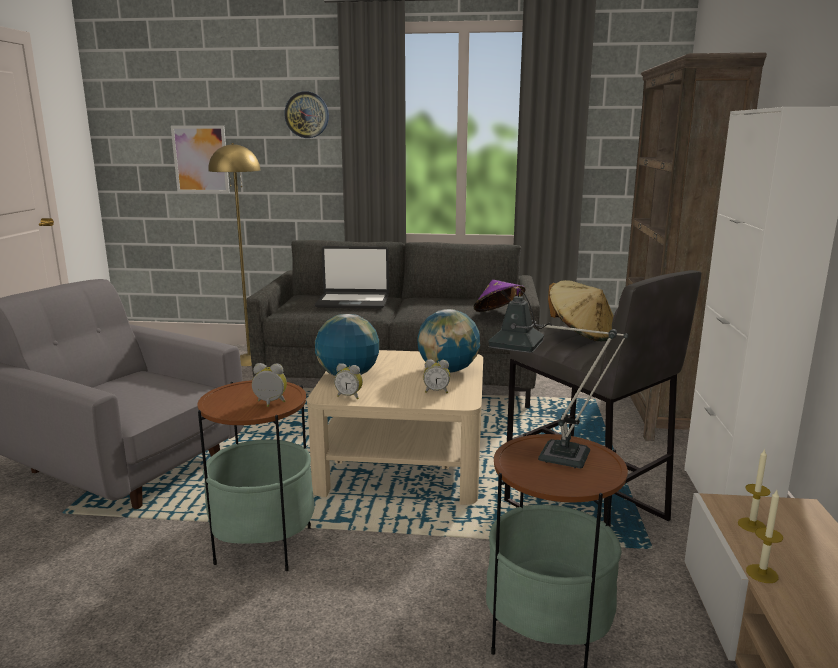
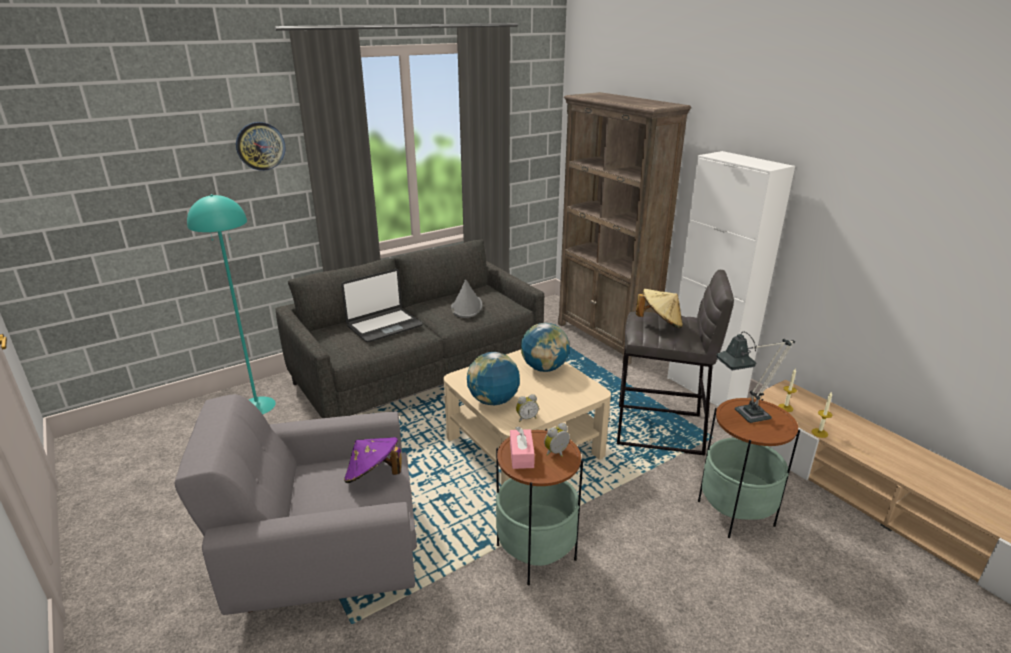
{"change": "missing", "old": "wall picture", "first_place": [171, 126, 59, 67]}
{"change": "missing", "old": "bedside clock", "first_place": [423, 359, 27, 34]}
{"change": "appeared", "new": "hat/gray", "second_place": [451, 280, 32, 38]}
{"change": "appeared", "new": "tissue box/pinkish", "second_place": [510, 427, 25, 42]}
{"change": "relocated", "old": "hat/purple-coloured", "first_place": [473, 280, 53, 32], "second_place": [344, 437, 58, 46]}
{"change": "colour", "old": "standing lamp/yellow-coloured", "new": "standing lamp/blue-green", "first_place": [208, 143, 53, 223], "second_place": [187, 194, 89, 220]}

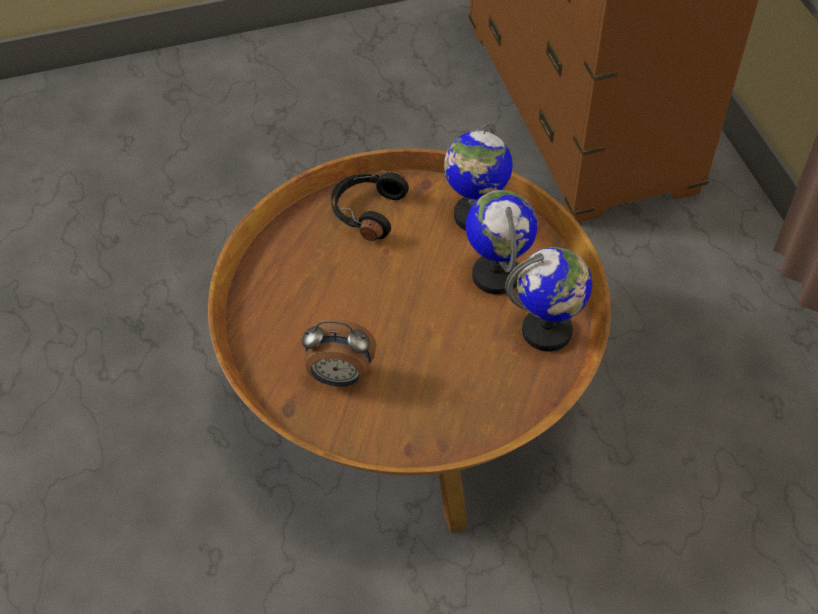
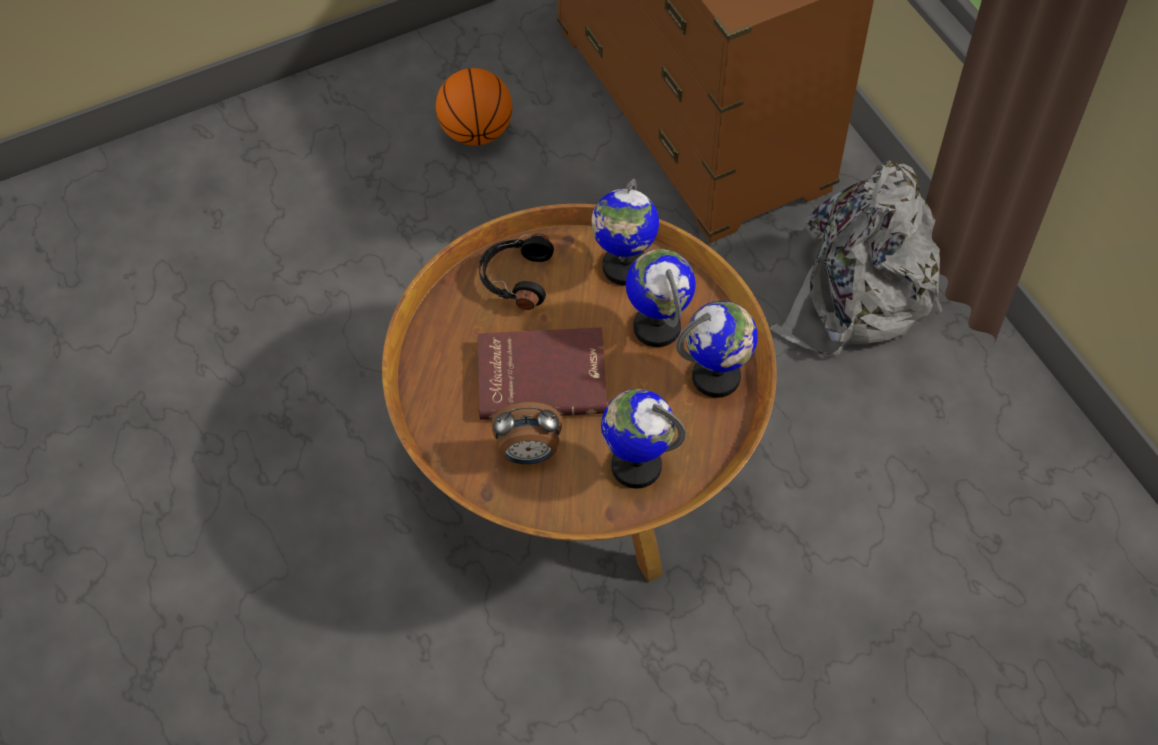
{"change": "appeared", "new": "basketball", "second_place": [436, 68, 76, 78]}
{"change": "appeared", "new": "book/red", "second_place": [478, 327, 129, 93]}
{"change": "appeared", "new": "desk globe", "second_place": [601, 389, 85, 100]}
{"change": "appeared", "new": "rucksack/gray", "second_place": [770, 160, 172, 198]}

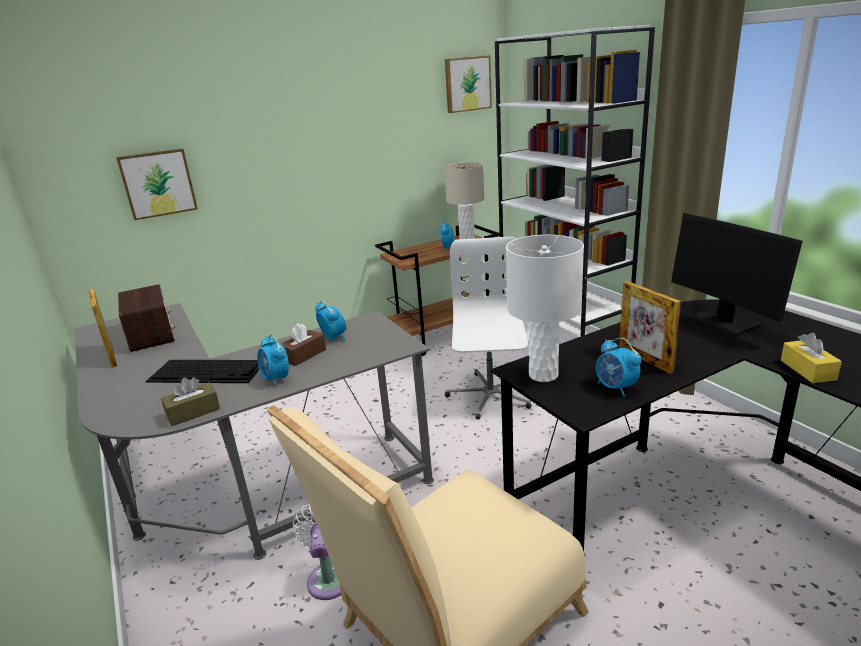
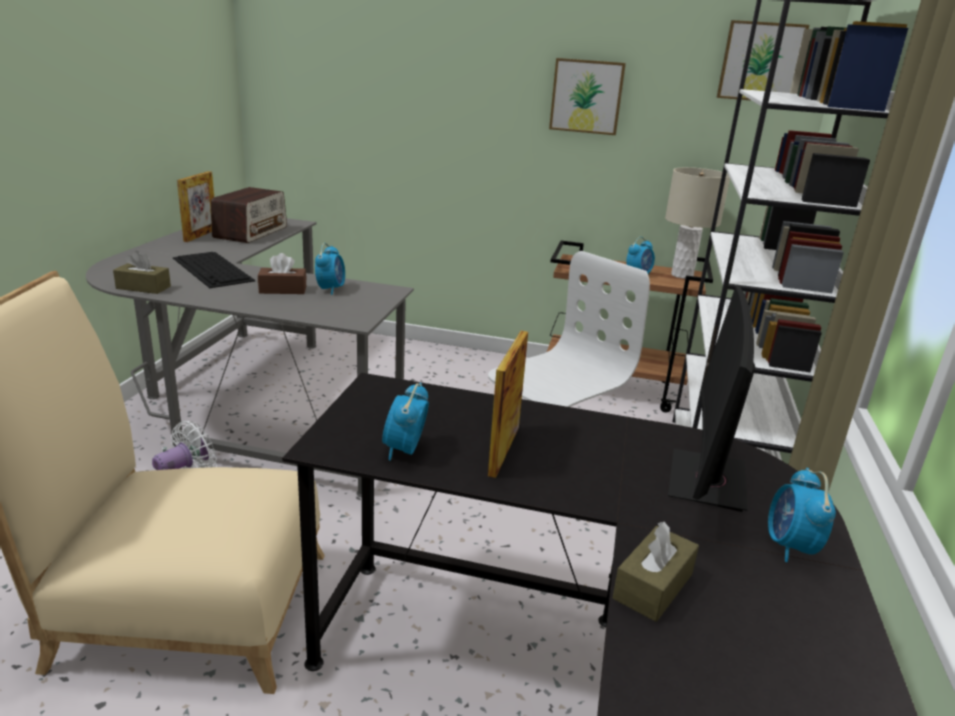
{"change": "missing", "old": "table lamp/white-coloured", "first_place": [506, 235, 78, 147]}
{"change": "relocated", "old": "wall picture", "first_place": [116, 149, 82, 71], "second_place": [549, 58, 77, 77]}
{"change": "relocated", "old": "bedside clock", "first_place": [257, 334, 32, 52], "second_place": [768, 468, 68, 94]}
{"change": "colour", "old": "tissue box/yellow-coloured", "new": "tissue box/brown-coloured", "first_place": [781, 333, 61, 50], "second_place": [613, 522, 86, 100]}

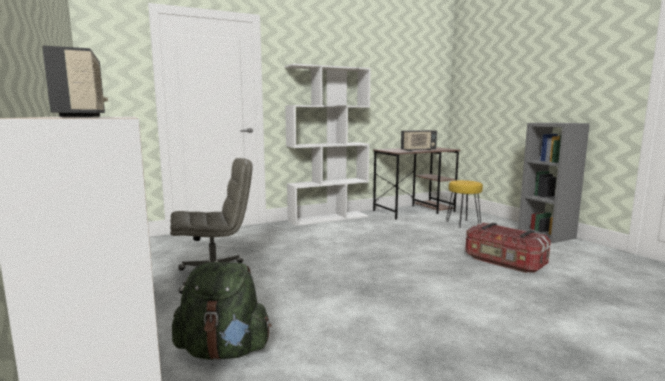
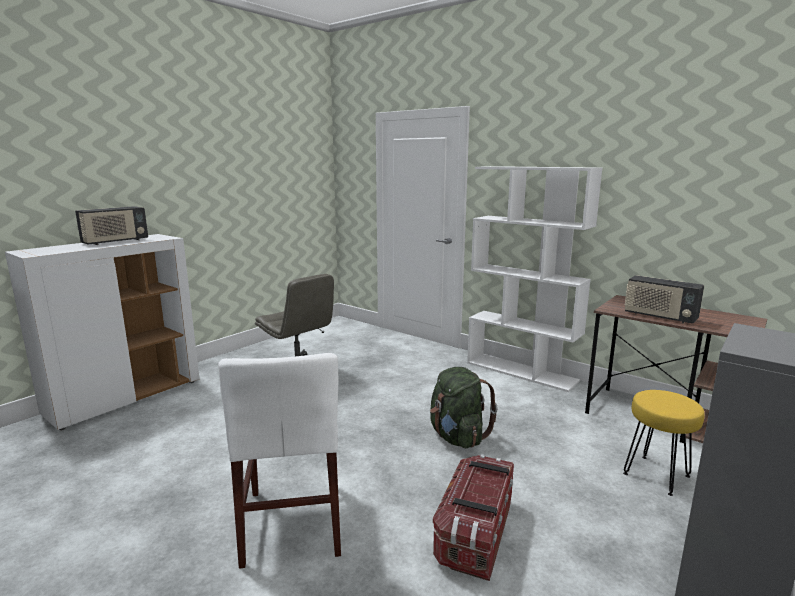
{"change": "appeared", "new": "upright chair/white-coloured", "second_place": [218, 353, 123, 216]}
{"change": "relocated", "old": "rucksack/green", "first_place": [172, 262, 100, 98], "second_place": [430, 367, 68, 81]}

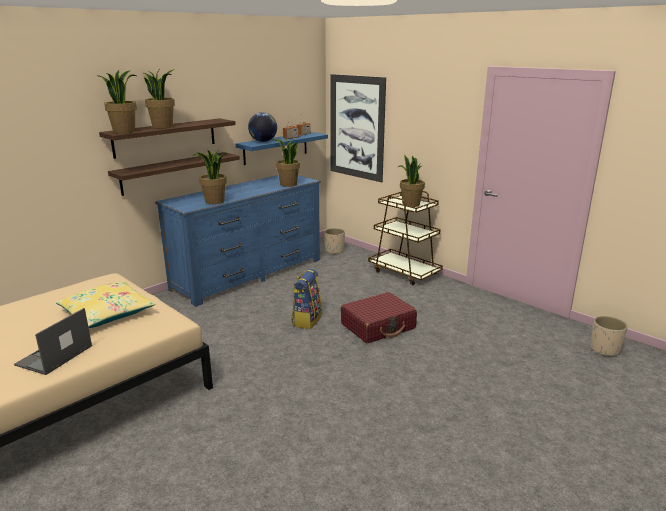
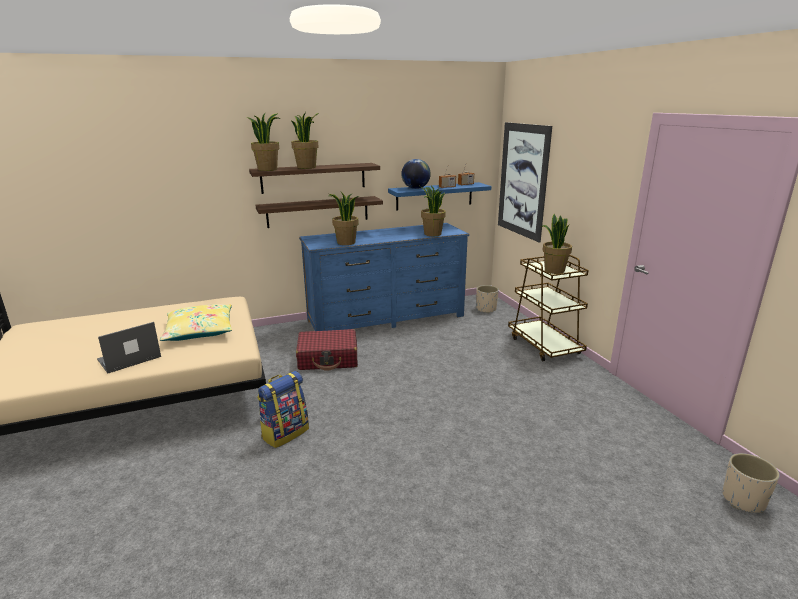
{"change": "relocated", "old": "rucksack", "first_place": [291, 269, 31, 60], "second_place": [257, 371, 52, 77]}
{"change": "relocated", "old": "piece of luggage/red", "first_place": [341, 292, 76, 51], "second_place": [296, 329, 62, 42]}

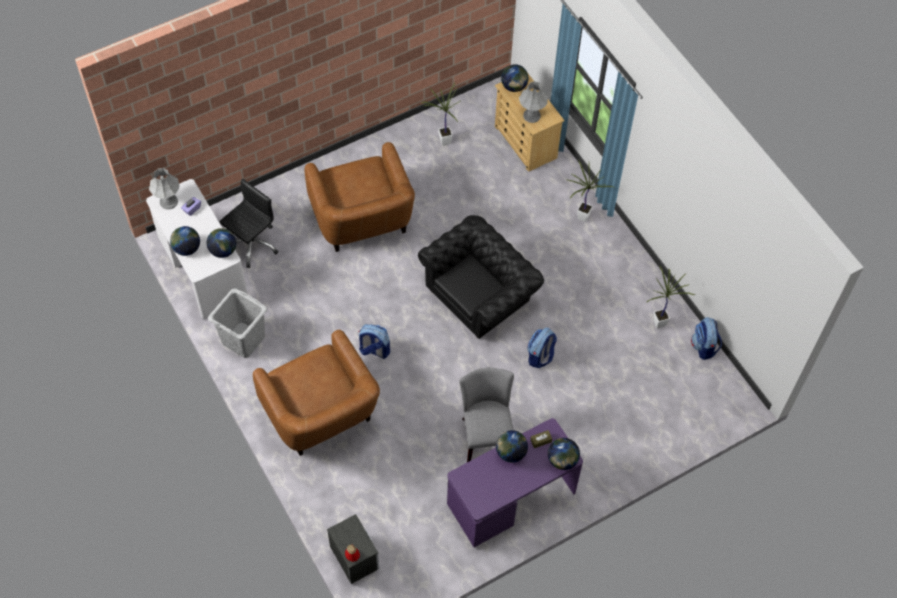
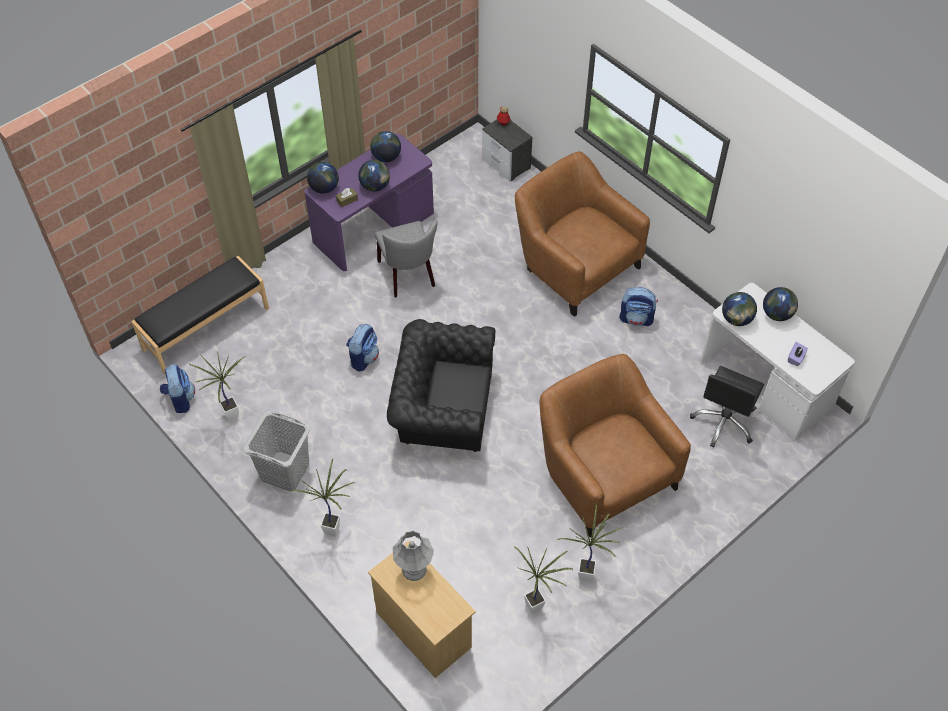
{"change": "missing", "old": "table lamp/gray", "first_place": [149, 168, 31, 41]}
{"change": "appeared", "new": "long seat/blackish", "second_place": [131, 256, 138, 120]}
{"change": "appeared", "new": "plant in a pot", "second_place": [557, 504, 66, 78]}
{"change": "relocated", "old": "laundry basket/gray", "first_place": [208, 288, 59, 70], "second_place": [243, 411, 68, 80]}
{"change": "relocated", "old": "rucksack", "first_place": [358, 324, 32, 35], "second_place": [619, 287, 39, 39]}
{"change": "relocated", "old": "desk globe", "first_place": [501, 64, 27, 28], "second_place": [370, 131, 31, 31]}
{"change": "spun", "old": "easy chair/blackish", "first_place": [418, 215, 126, 124], "second_place": [387, 319, 108, 133], "degrees": 60}

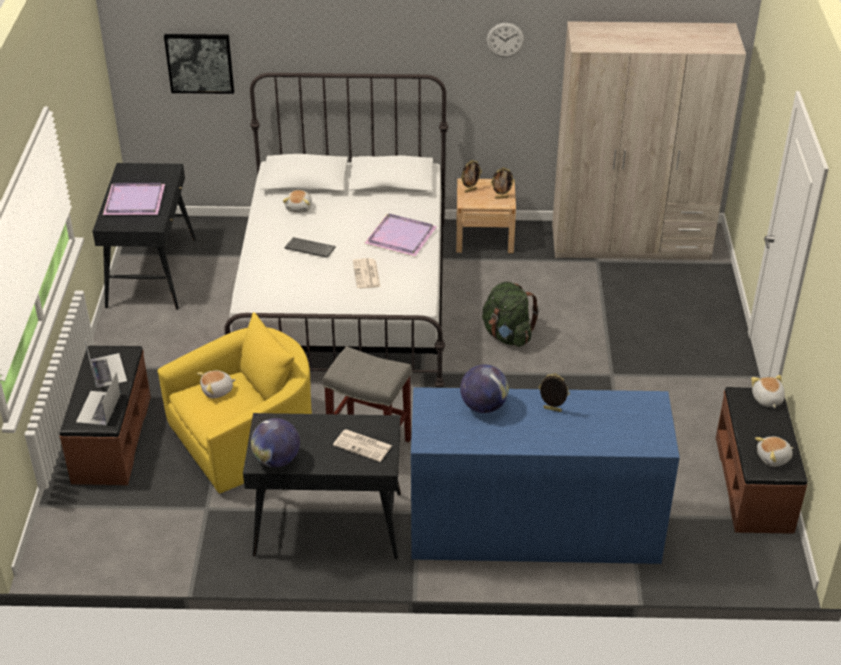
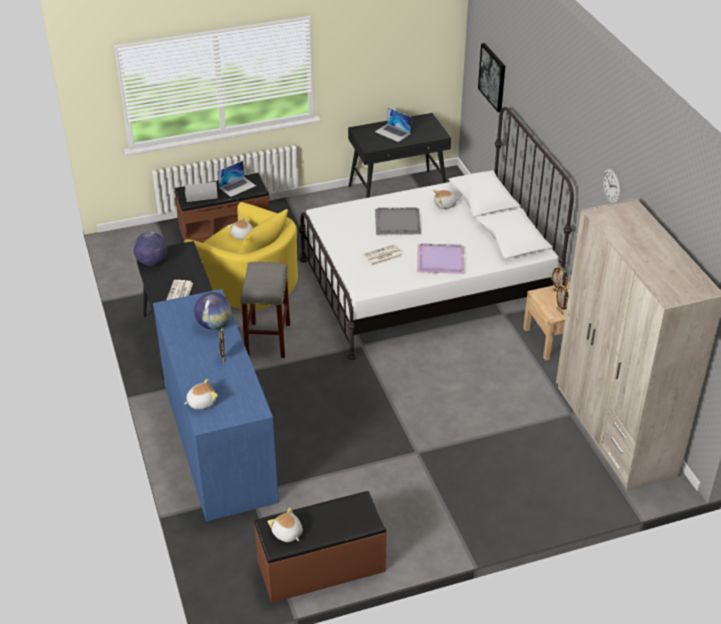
{"change": "missing", "old": "rucksack/green", "first_place": [482, 282, 57, 65]}
{"change": "relocated", "old": "cuddly toy", "first_place": [751, 375, 34, 33], "second_place": [184, 379, 34, 30]}
{"change": "exchanged", "old": "tray/purple-coloured", "new": "notebook computer", "first_place": [103, 183, 62, 32], "second_place": [375, 107, 36, 35]}
{"change": "exchanged", "old": "computer keyboard", "new": "tray/gray", "first_place": [284, 237, 52, 21], "second_place": [375, 208, 46, 27]}

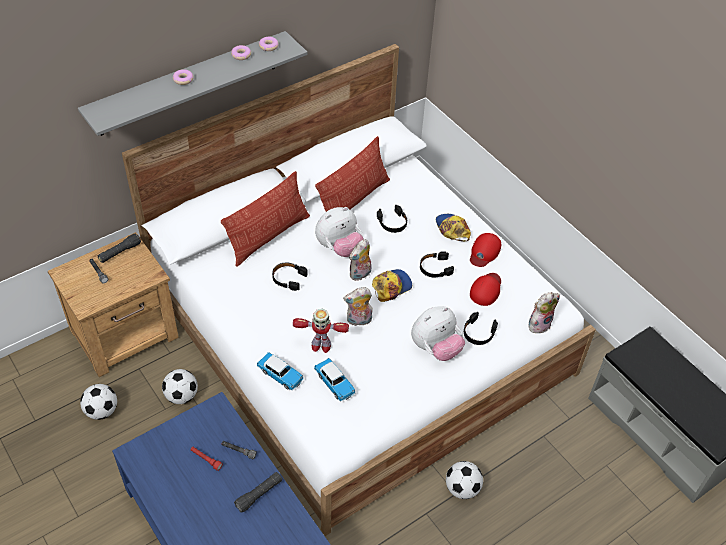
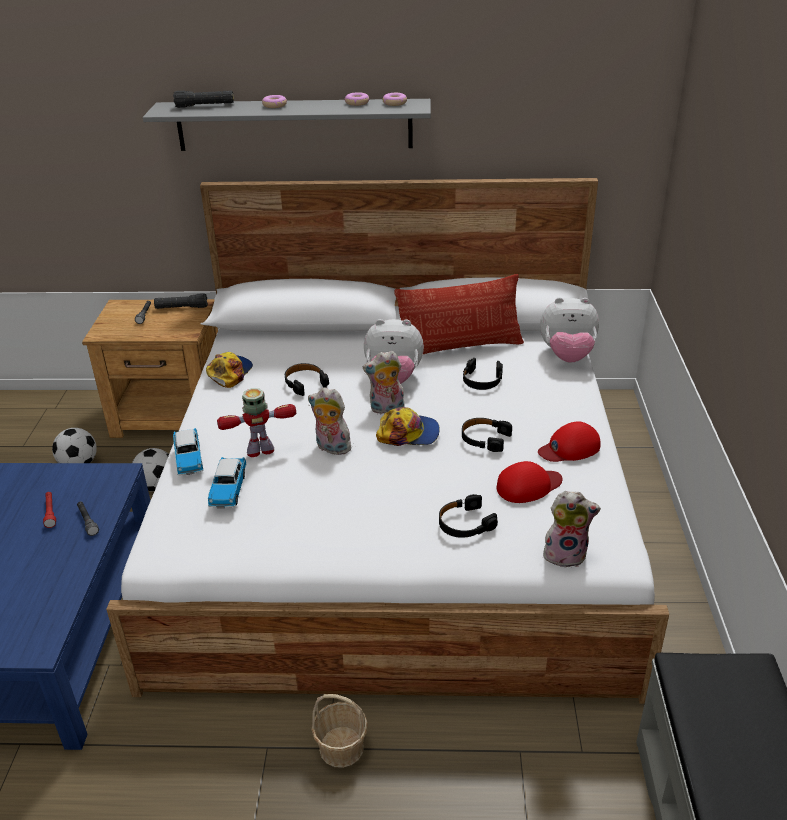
{"change": "missing", "old": "pillow", "first_place": [221, 171, 89, 96]}
{"change": "relocated", "old": "torch/blackish", "first_place": [234, 472, 48, 40], "second_place": [173, 91, 61, 17]}
{"change": "relocated", "old": "cuddly toy", "first_place": [411, 306, 54, 55], "second_place": [540, 297, 59, 66]}
{"change": "relocated", "old": "baseball cap", "first_place": [436, 214, 35, 27], "second_place": [206, 352, 47, 36]}
{"change": "exchanged", "old": "football", "new": "storage basket", "first_place": [446, 461, 37, 38], "second_place": [311, 694, 57, 74]}
{"change": "spun", "old": "toy robot", "first_place": [293, 309, 56, 44], "second_place": [217, 388, 79, 69], "degrees": 120}

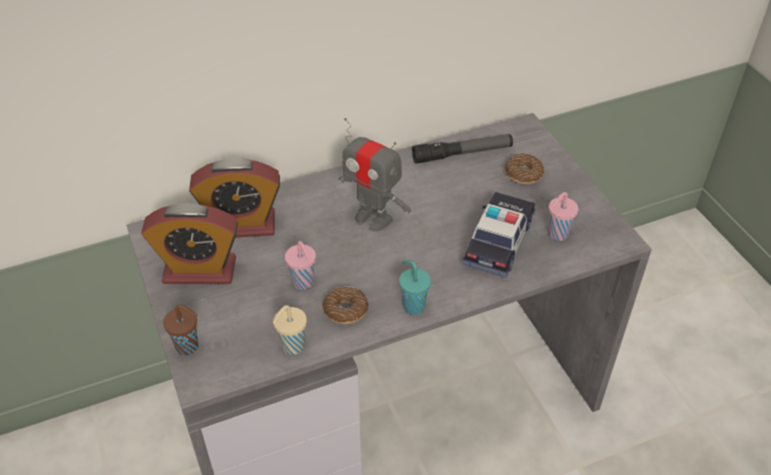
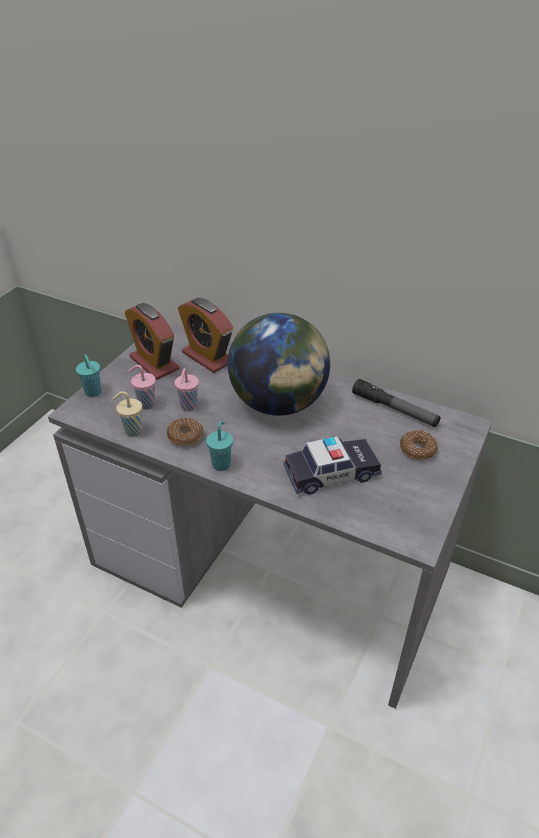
{"change": "relocated", "old": "cup/pinkish", "first_place": [548, 192, 31, 49], "second_place": [128, 365, 28, 45]}
{"change": "exchanged", "old": "toy robot", "new": "desk globe", "first_place": [338, 118, 73, 113], "second_place": [228, 313, 102, 103]}
{"change": "colour", "old": "cup/brown-coloured", "new": "cup/blue-green", "first_place": [163, 305, 35, 50], "second_place": [76, 354, 25, 43]}

